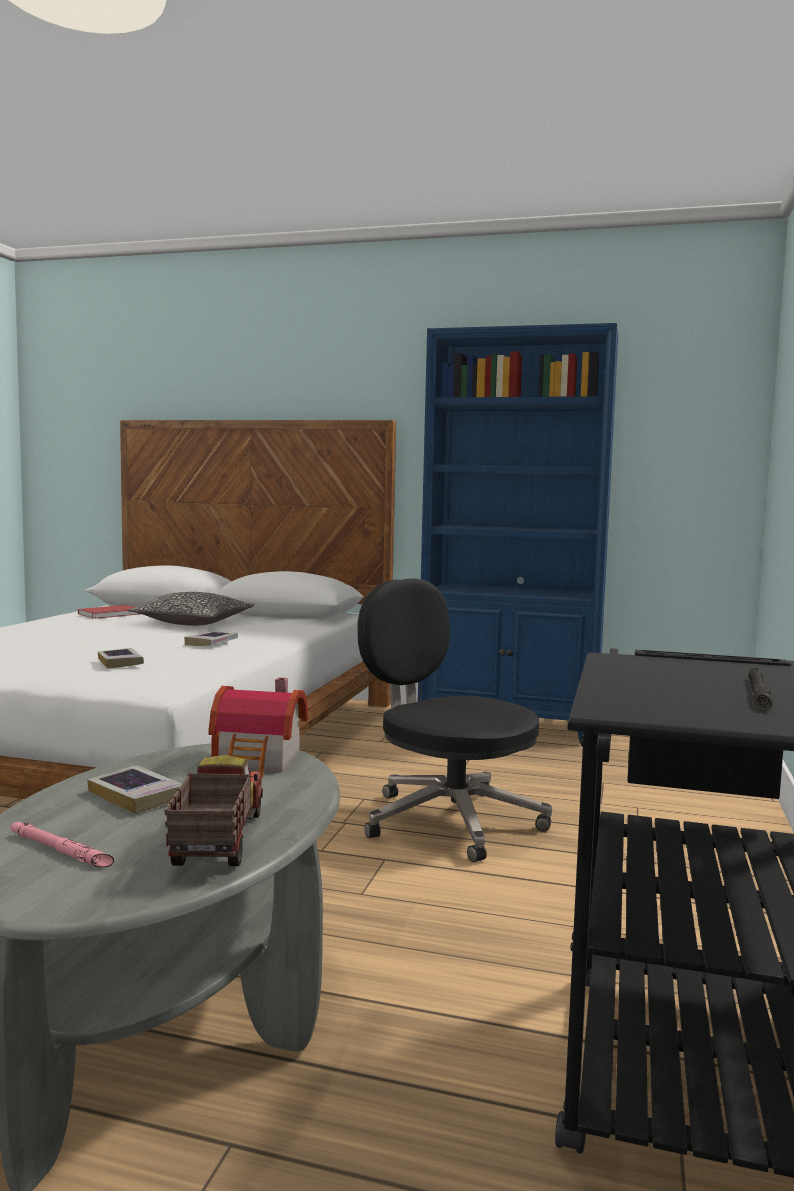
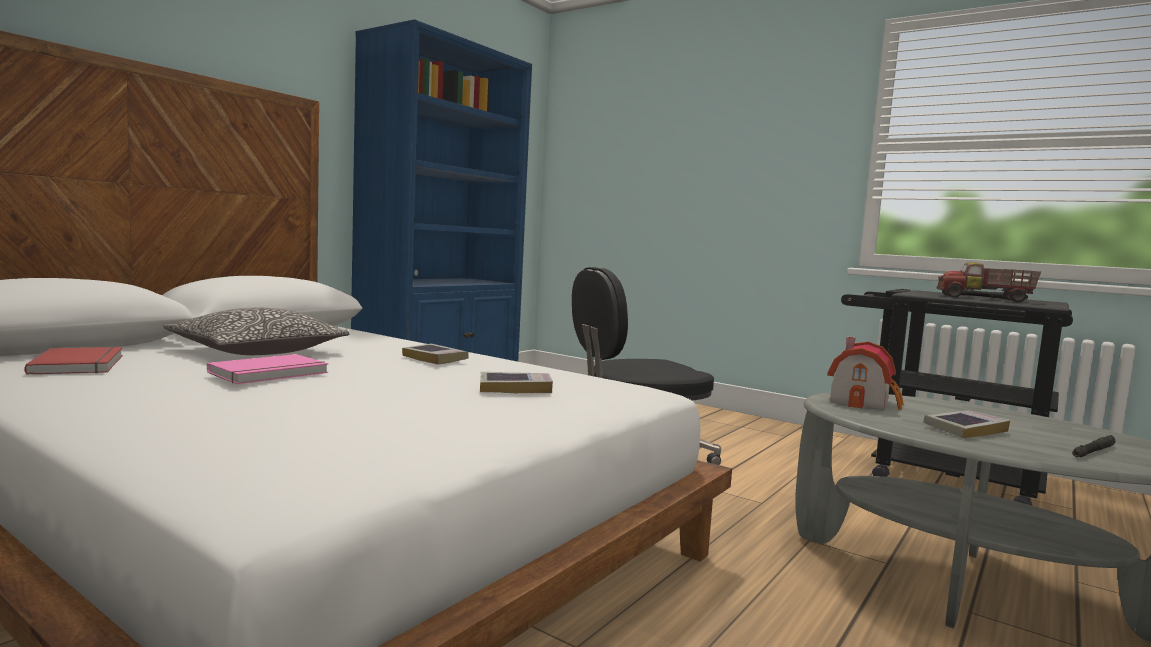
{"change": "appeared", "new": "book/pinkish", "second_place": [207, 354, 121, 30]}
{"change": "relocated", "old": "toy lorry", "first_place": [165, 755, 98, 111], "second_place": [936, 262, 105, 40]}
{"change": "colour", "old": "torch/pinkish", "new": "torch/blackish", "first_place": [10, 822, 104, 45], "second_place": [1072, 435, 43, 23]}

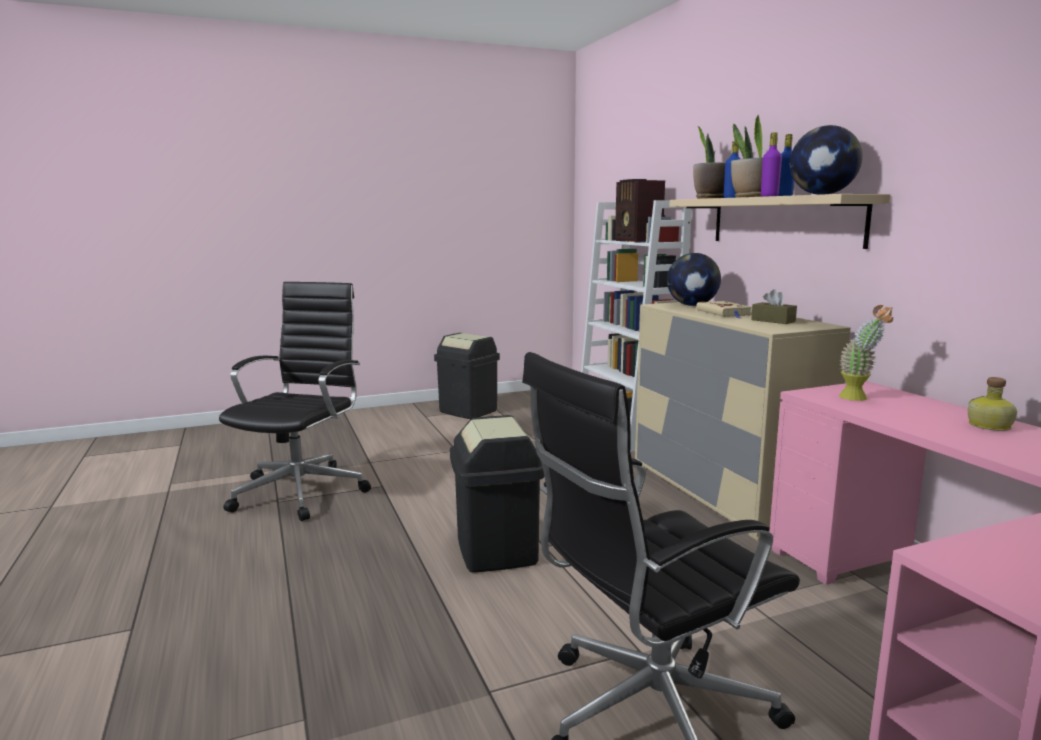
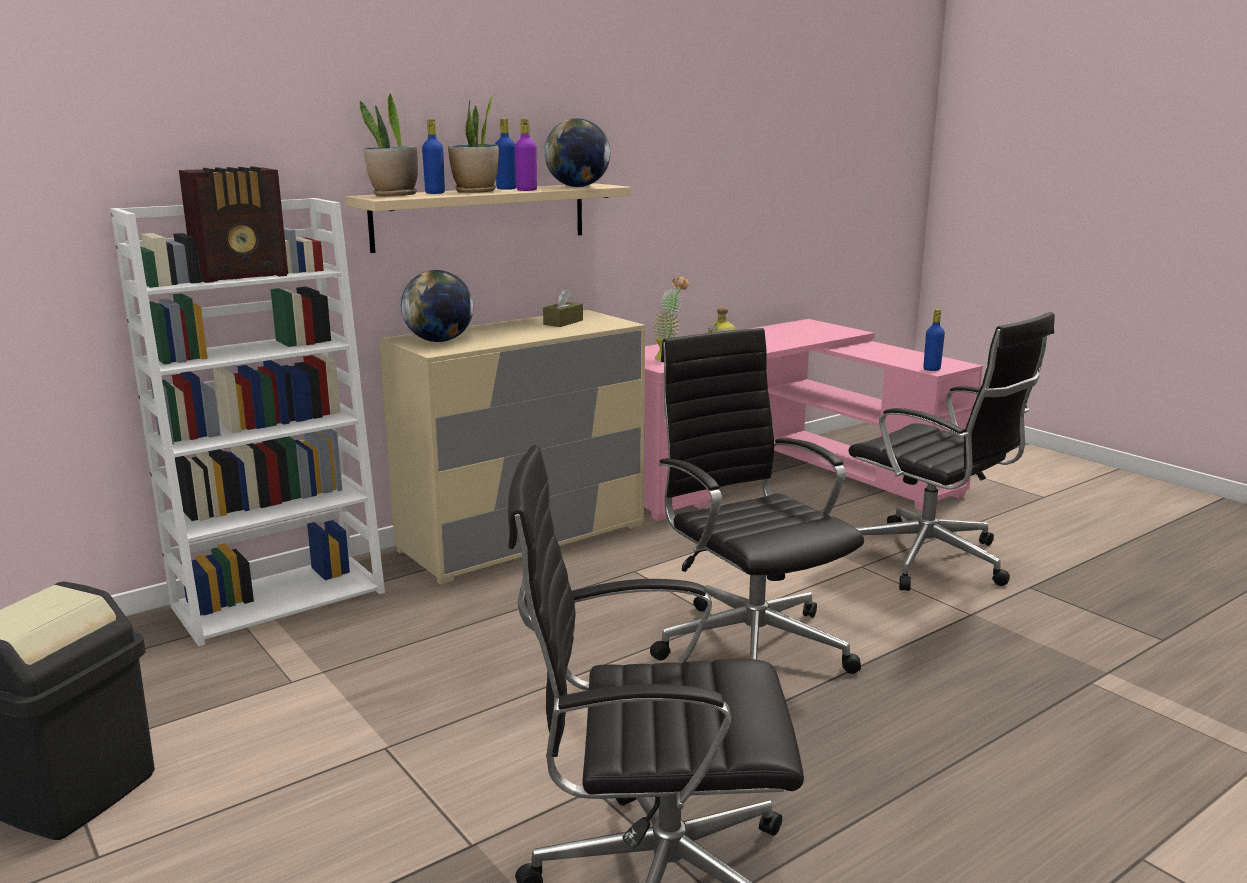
{"change": "missing", "old": "book/beige-coloured", "first_place": [696, 301, 56, 17]}
{"change": "appeared", "new": "beverage bottle/bluish", "second_place": [923, 309, 22, 62]}
{"change": "exchanged", "old": "waste bin/blackish", "new": "desk chair/blackish", "first_place": [450, 415, 94, 158], "second_place": [650, 328, 214, 346]}

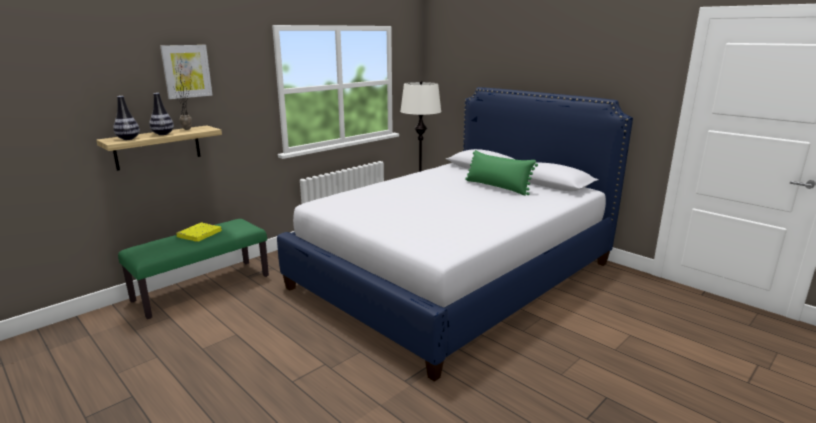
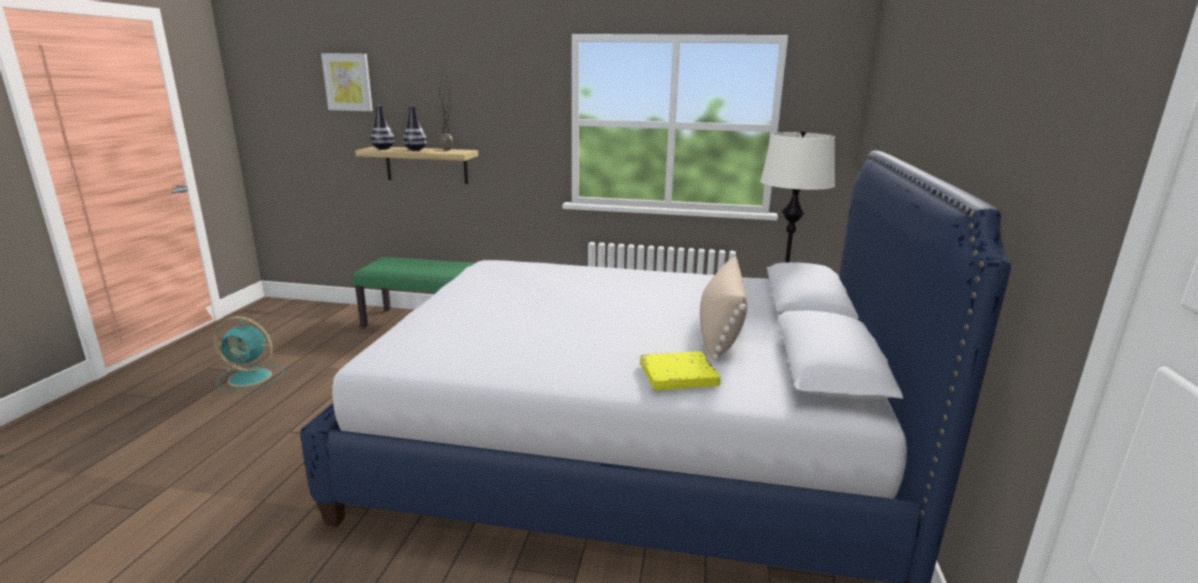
{"change": "appeared", "new": "electric fan/blue-green", "second_place": [214, 316, 70, 75]}
{"change": "relocated", "old": "wall picture", "first_place": [160, 45, 52, 54], "second_place": [321, 53, 52, 58]}
{"change": "relocated", "old": "book/yellow-coloured", "first_place": [176, 223, 46, 19], "second_place": [640, 351, 81, 39]}
{"change": "colour", "old": "pillow/green", "new": "pillow/beige-coloured", "first_place": [465, 150, 73, 46], "second_place": [700, 256, 48, 104]}

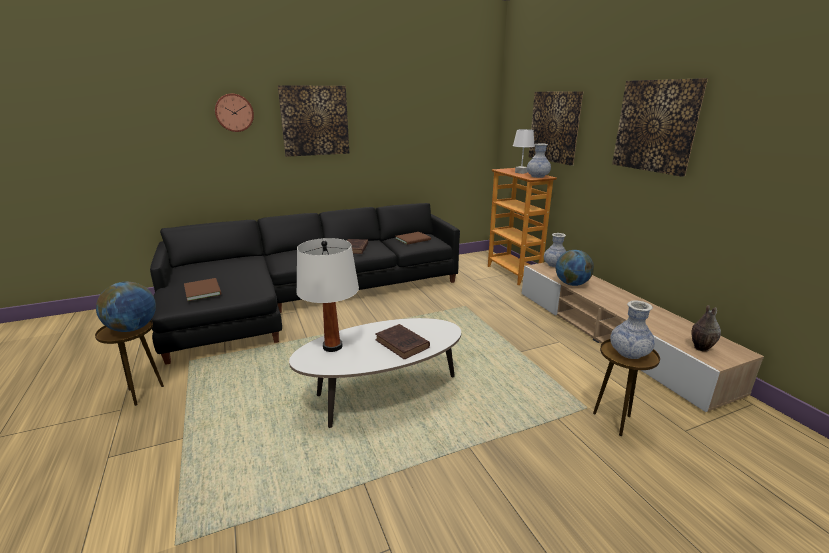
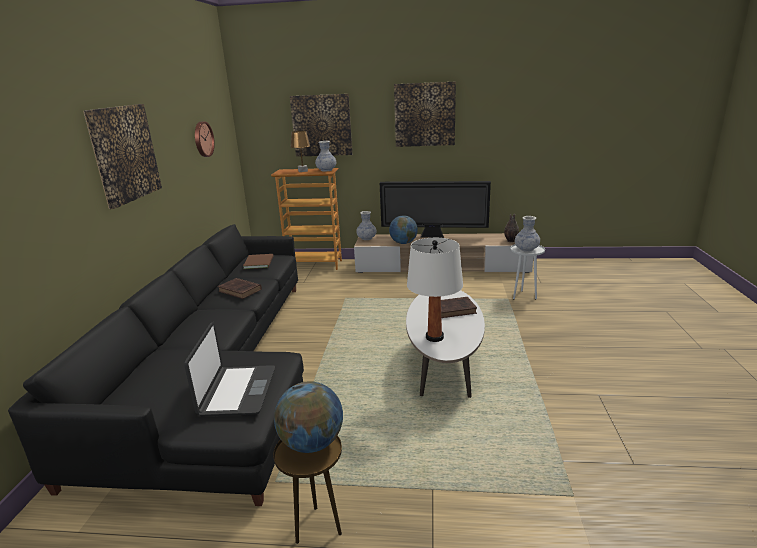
{"change": "appeared", "new": "TV", "second_place": [380, 181, 111, 57]}
{"change": "relocated", "old": "wall clock", "first_place": [215, 94, 39, 38], "second_place": [195, 122, 20, 35]}
{"change": "exchanged", "old": "book/brown-coloured", "new": "notebook computer", "first_place": [184, 278, 37, 23], "second_place": [184, 322, 91, 95]}
{"change": "colour", "old": "table lamp/white-coloured", "new": "table lamp/brown-coloured", "first_place": [513, 129, 22, 45], "second_place": [291, 131, 20, 41]}
{"change": "colour", "old": "end table/brown-coloured", "new": "end table/white-coloured", "first_place": [593, 339, 67, 97], "second_place": [511, 244, 34, 55]}

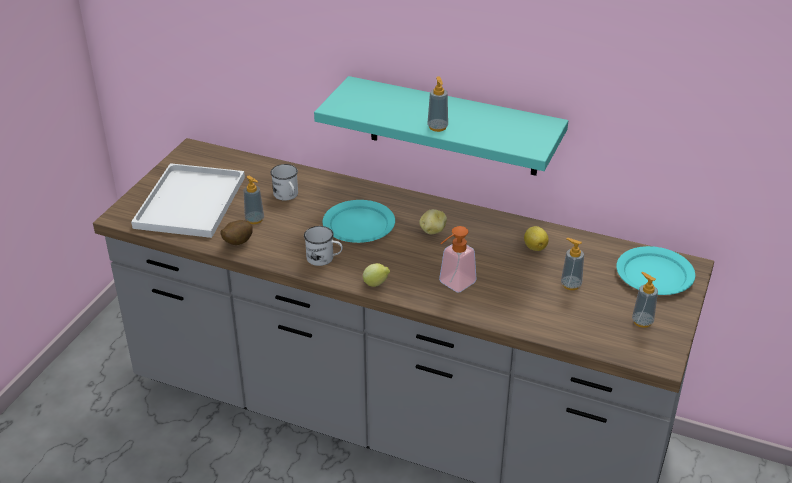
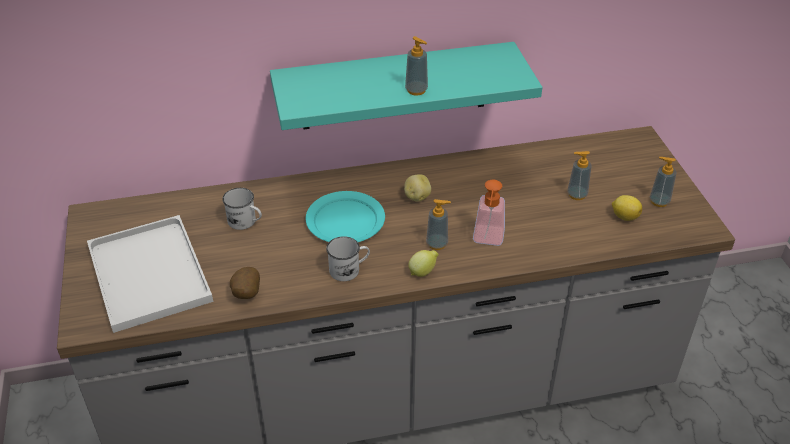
{"change": "missing", "old": "flat dish/blue-green", "first_place": [616, 246, 79, 49]}
{"change": "relocated", "old": "liquid soap bottle", "first_place": [244, 176, 20, 48], "second_place": [426, 199, 25, 51]}
{"change": "relocated", "old": "whole lemon", "first_place": [524, 226, 25, 25], "second_place": [612, 195, 30, 26]}

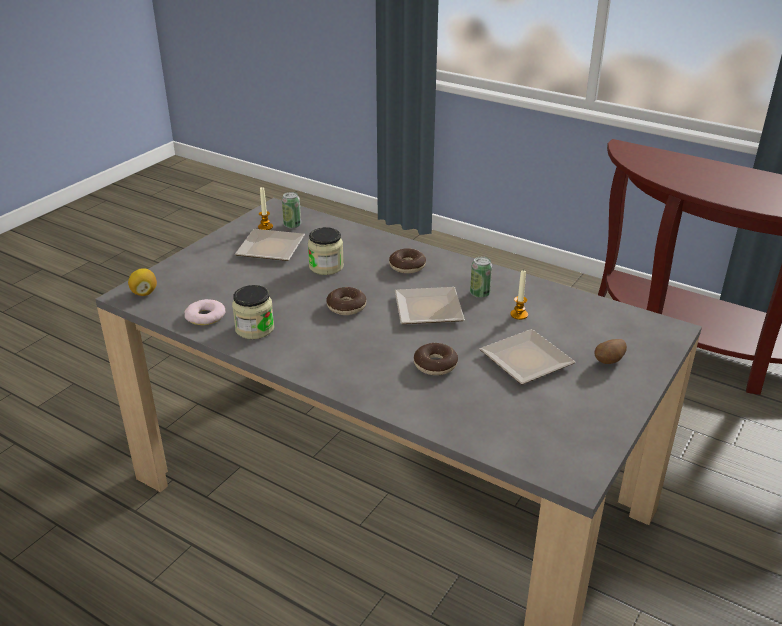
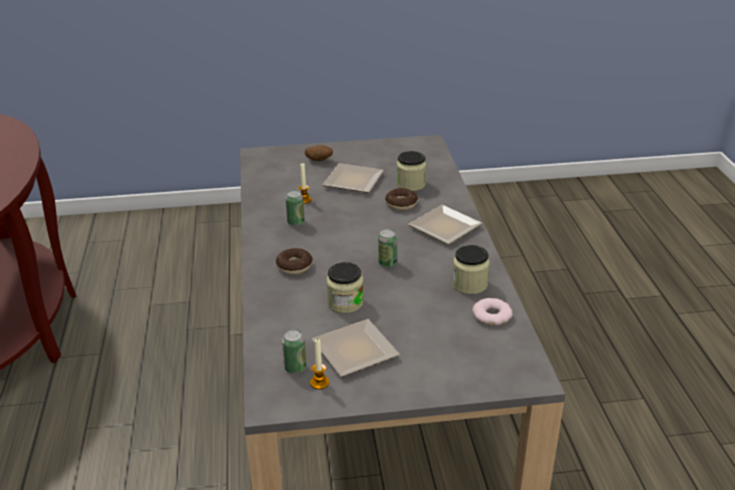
{"change": "missing", "old": "whole lemon", "first_place": [128, 268, 29, 28]}
{"change": "appeared", "new": "preserve jar", "second_place": [396, 151, 30, 40]}
{"change": "relocated", "old": "flat dish", "first_place": [395, 287, 70, 37], "second_place": [408, 205, 75, 40]}
{"change": "exchanged", "old": "donut", "new": "sealed can", "first_place": [326, 287, 40, 28], "second_place": [378, 229, 19, 38]}

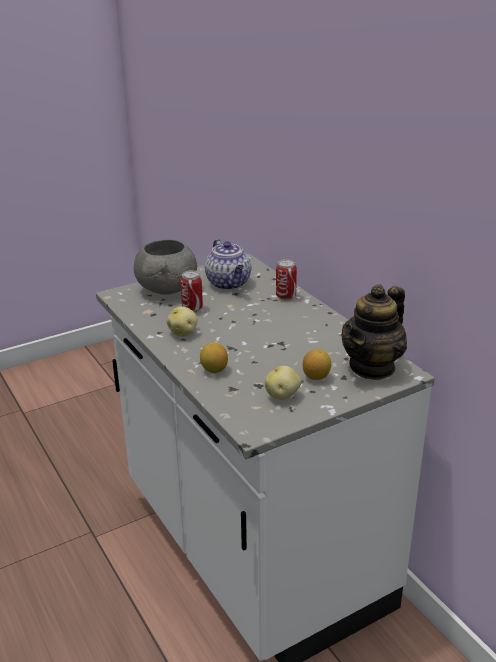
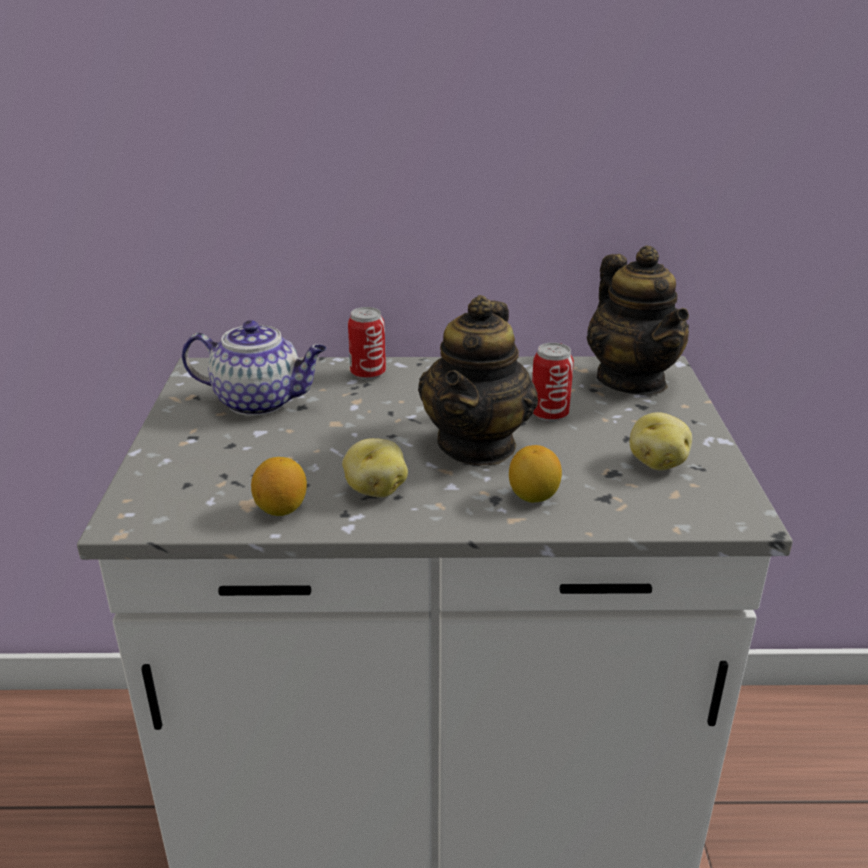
{"change": "missing", "old": "deep dish/gray", "first_place": [134, 240, 63, 55]}
{"change": "appeared", "new": "tea pot", "second_place": [418, 295, 120, 170]}
{"change": "relocated", "old": "sealed can", "first_place": [180, 270, 23, 42], "second_place": [532, 343, 42, 79]}
{"change": "relocated", "old": "whole lemon", "first_place": [303, 349, 28, 31], "second_place": [251, 457, 56, 59]}

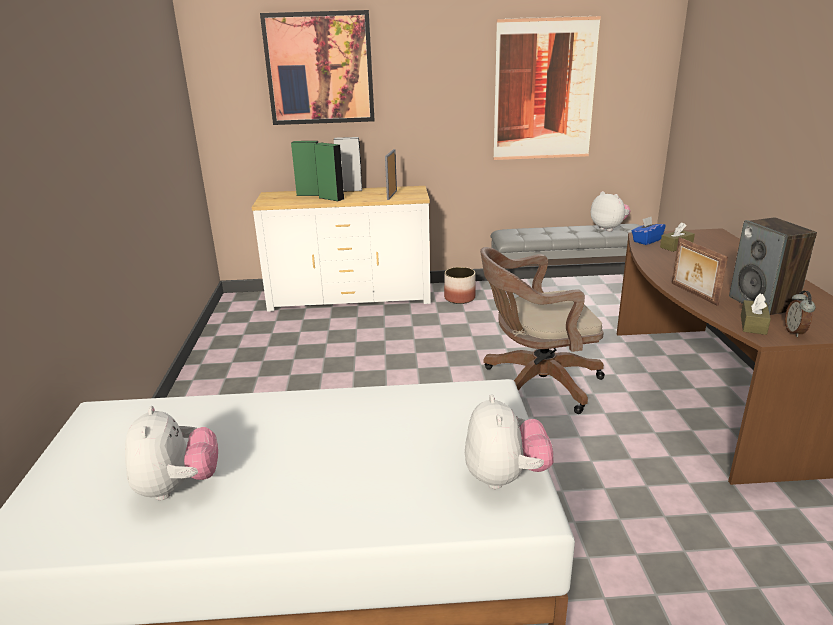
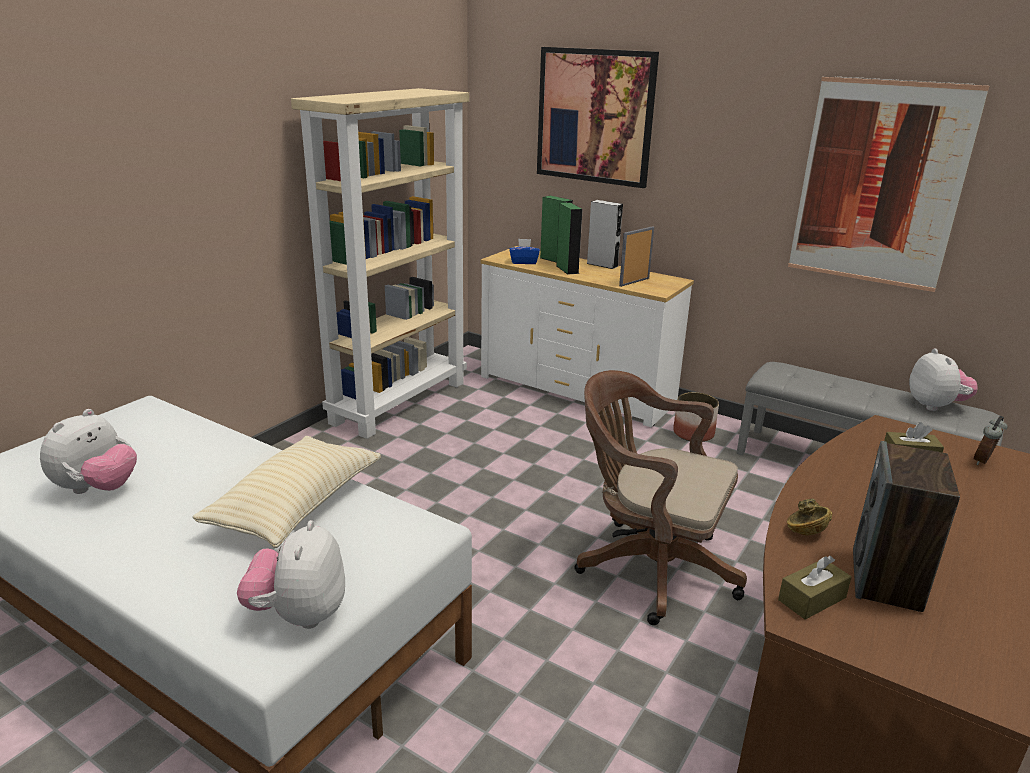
{"change": "appeared", "new": "pillow/beige-coloured", "second_place": [192, 436, 189, 112]}
{"change": "appeared", "new": "shelving unit/beige-coloured", "second_place": [291, 88, 178, 351]}
{"change": "relocated", "old": "tissue box/bluish", "first_place": [632, 217, 34, 28], "second_place": [510, 239, 30, 25]}
{"change": "relocated", "old": "bedside clock", "first_place": [785, 291, 31, 46], "second_place": [973, 416, 34, 49]}
{"change": "exchanged", "old": "picture frame", "new": "deep dish/brown-coloured", "first_place": [672, 237, 56, 69], "second_place": [787, 498, 45, 38]}
{"change": "spun", "old": "cuddly toy", "first_place": [465, 394, 89, 95], "second_place": [237, 520, 108, 109], "degrees": 150}

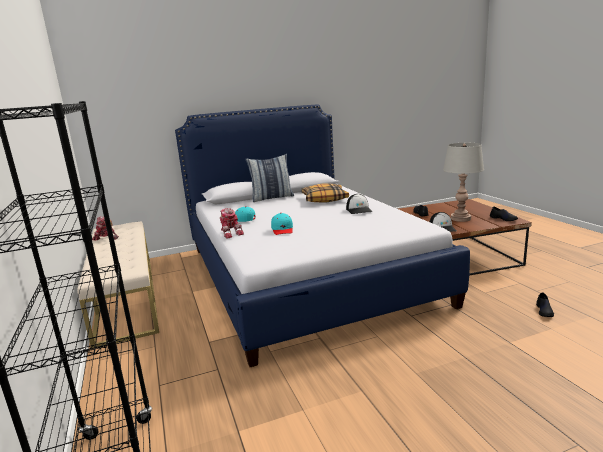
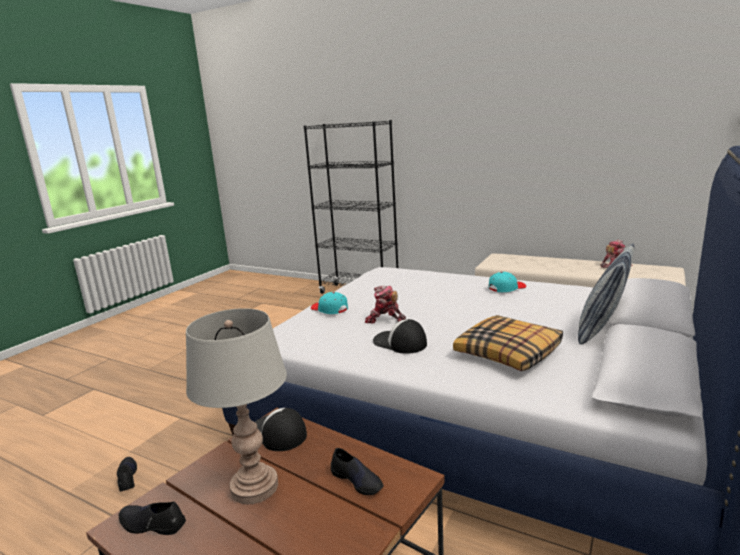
{"change": "relocated", "old": "toy robot", "first_place": [220, 208, 24, 31], "second_place": [365, 286, 41, 37]}
{"change": "relocated", "old": "baseball cap/blue-green", "first_place": [271, 213, 22, 22], "second_place": [311, 292, 37, 22]}

